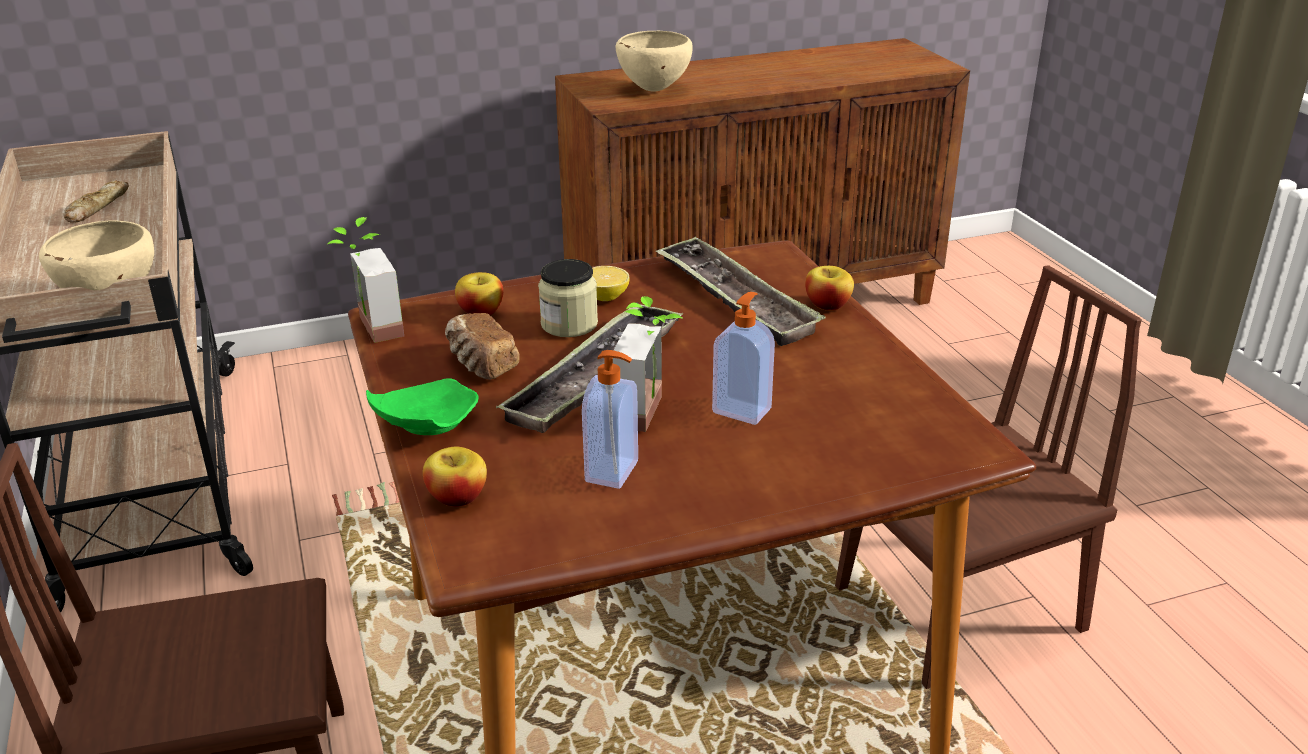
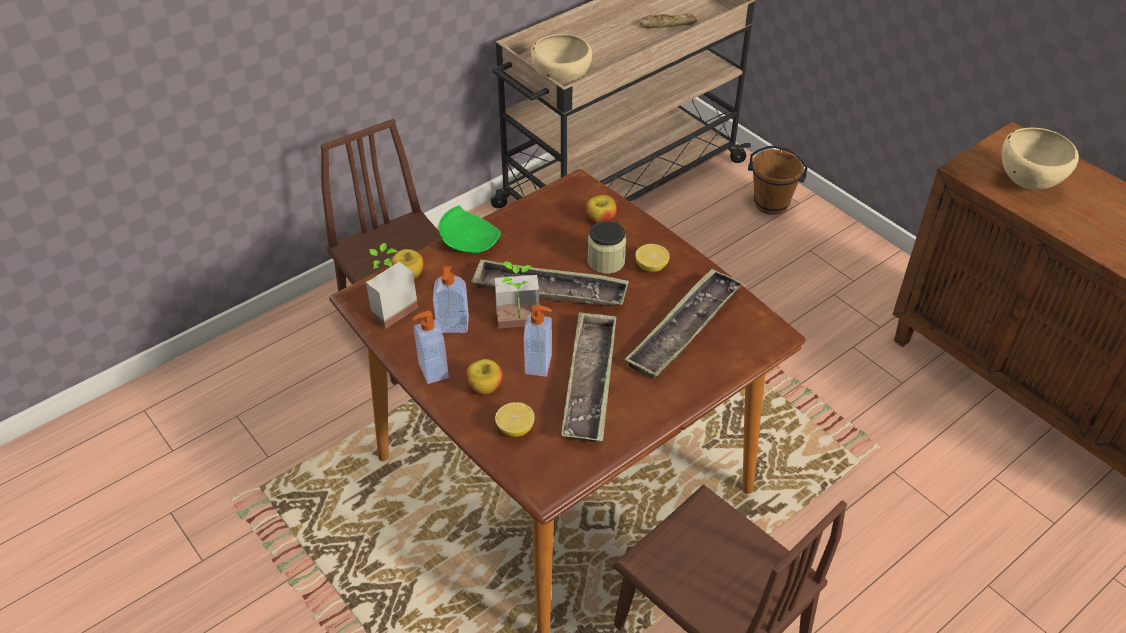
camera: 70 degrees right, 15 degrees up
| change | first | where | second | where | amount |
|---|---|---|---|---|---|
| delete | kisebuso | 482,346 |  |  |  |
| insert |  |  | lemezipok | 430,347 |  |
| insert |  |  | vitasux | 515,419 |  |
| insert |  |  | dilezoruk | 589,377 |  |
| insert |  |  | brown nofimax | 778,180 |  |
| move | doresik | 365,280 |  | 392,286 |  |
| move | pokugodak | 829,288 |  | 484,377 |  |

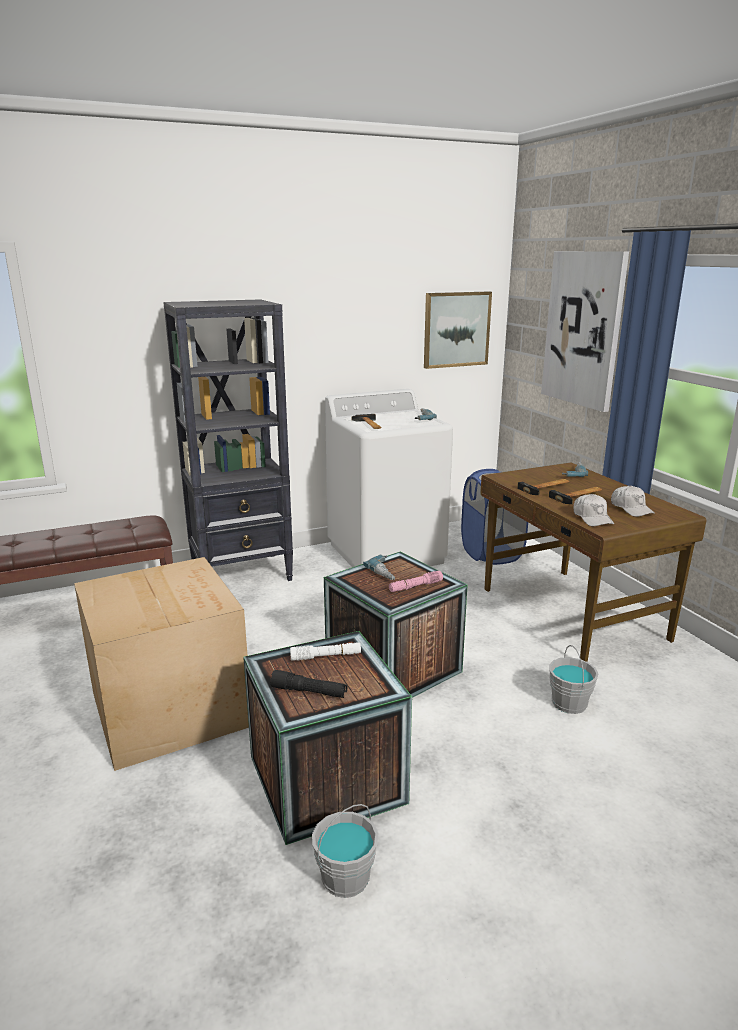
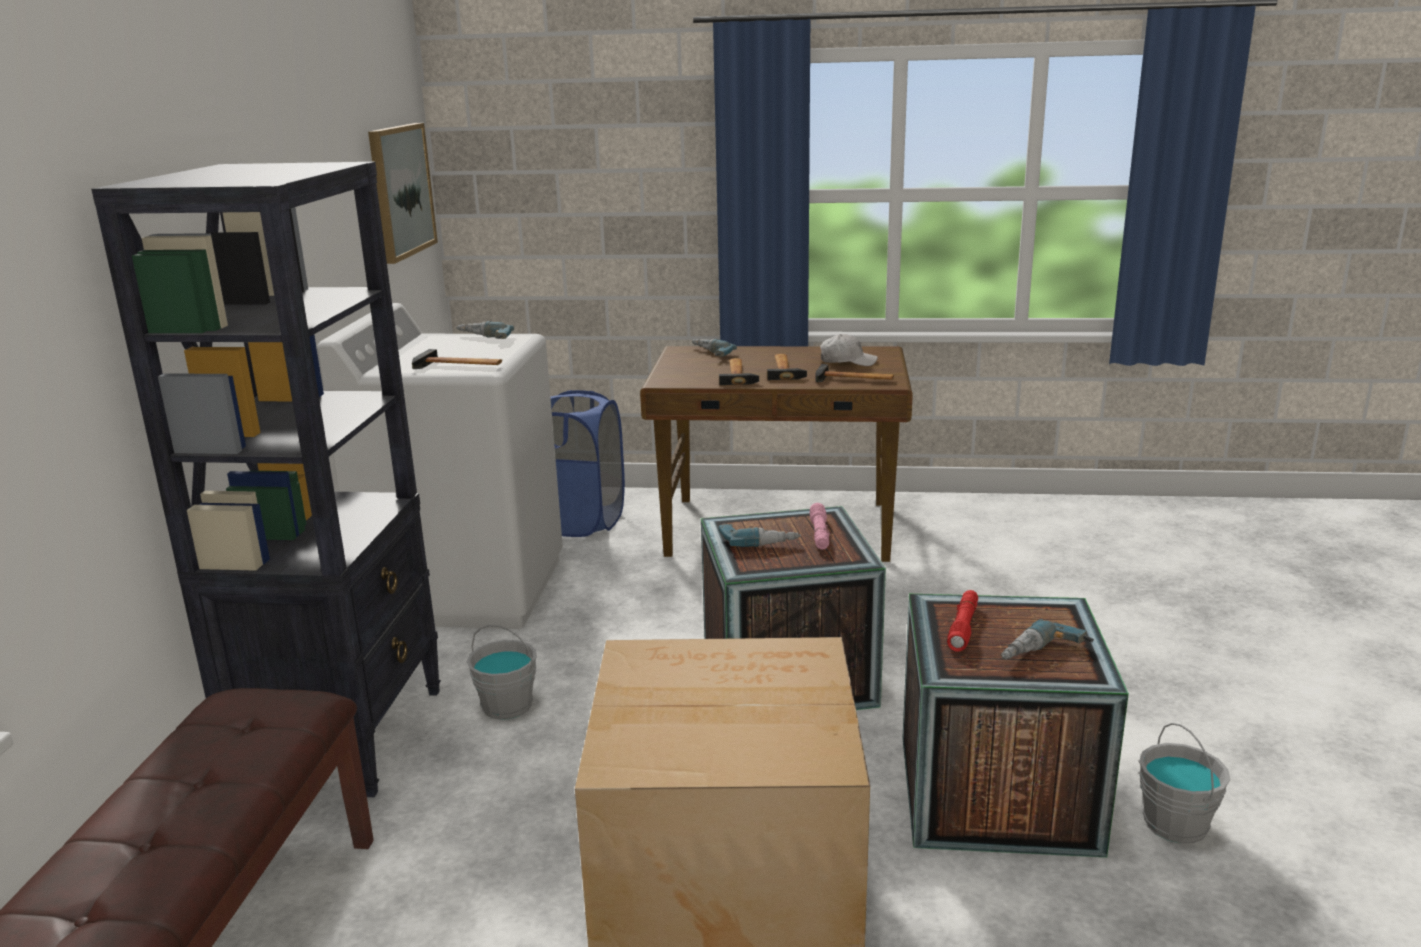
camera: 60 degrees left, 0 degrees up
| change | first | where | second | where | amount |
|---|---|---|---|---|---|
| delete | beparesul | 585,331 |  |  |  |
| move | grey nofimax | 574,679 |  | 502,672 |  |
| replace | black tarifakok | 308,684 | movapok | 1047,639 |  |
| replace | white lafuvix | 593,510 | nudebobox | 855,373 |  |
| recolor | white tarifakok | 325,651 | red tarifakok | 962,621 |  |

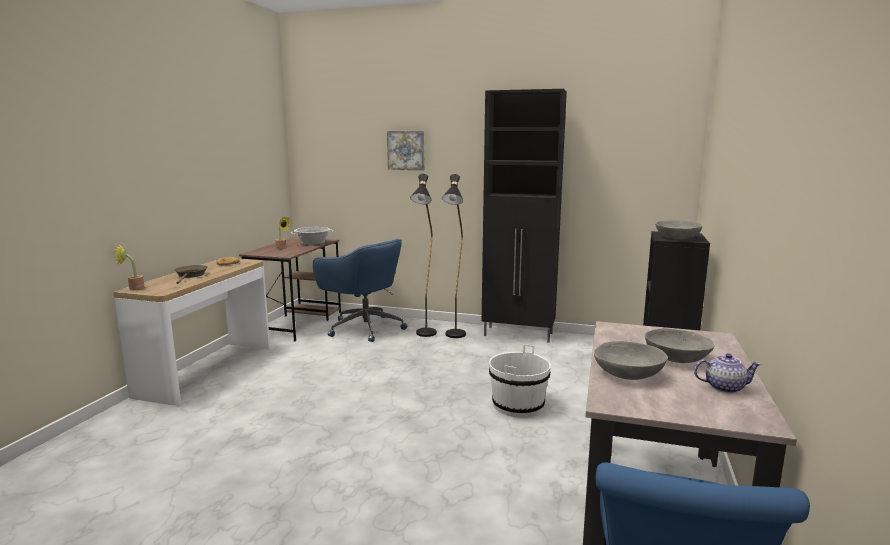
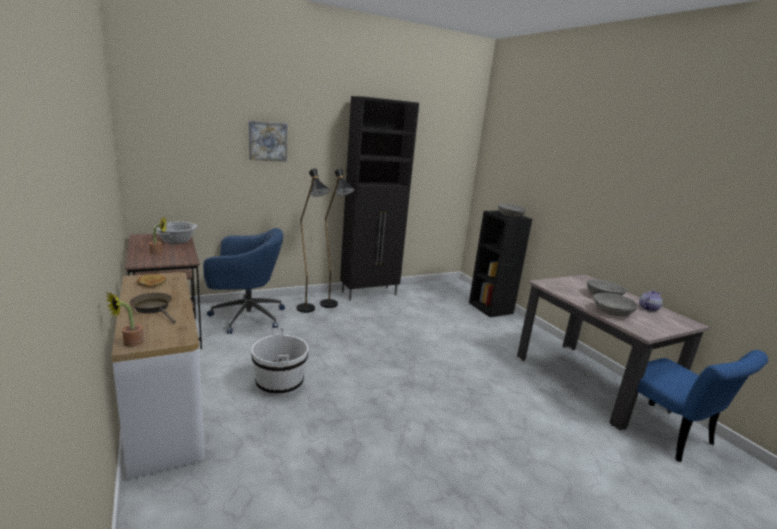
camera: 45 degrees left, 5 degrees up
| change | first | where | second | where | amount |
|---|---|---|---|---|---|
| move | white nofimax | 520,380 |  | 279,362 |  |

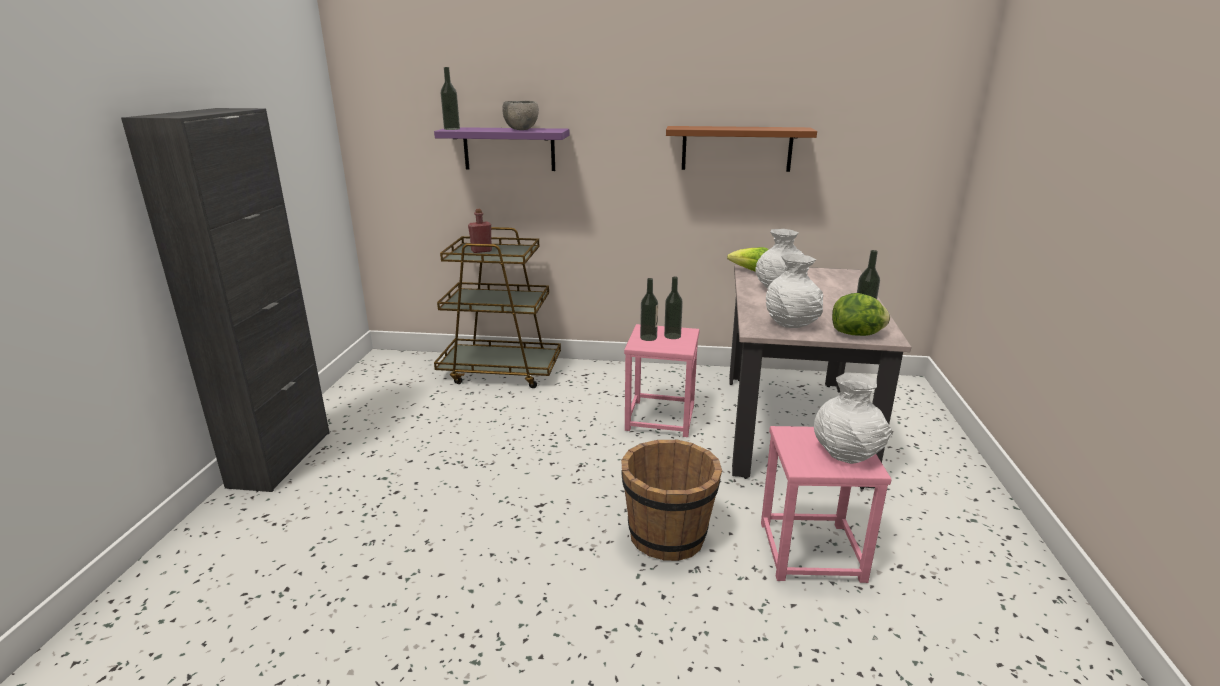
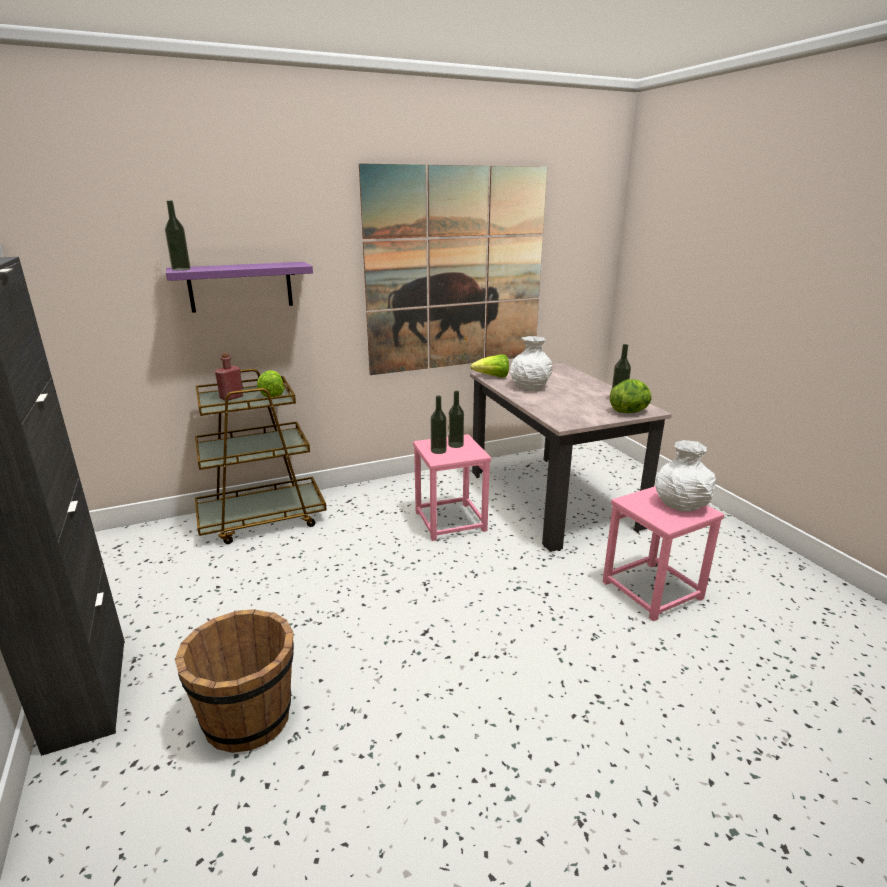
camera: 30 degrees left, 0 degrees up
| change | first | where | second | where | amount |
|---|---|---|---|---|---|
| delete | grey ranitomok | 520,115 |  |  |  |
| delete | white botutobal | 794,291 |  |  |  |
| insert |  |  | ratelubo | 270,383 |  |
| move | brown nofimax | 671,500 |  | 234,681 |  |
| replace | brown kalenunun | 741,149 | beparesul | 453,269 |  |

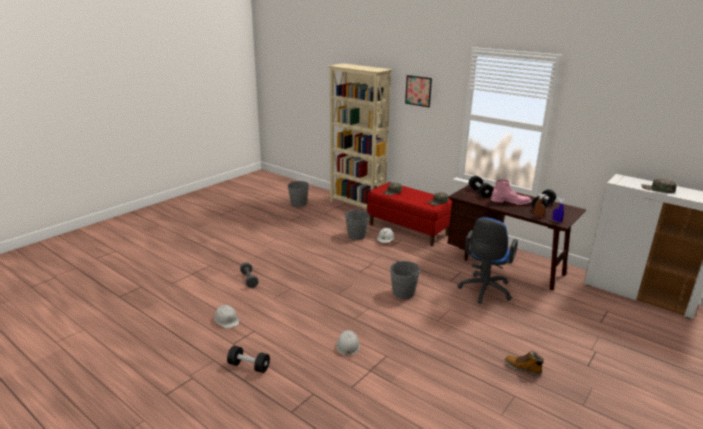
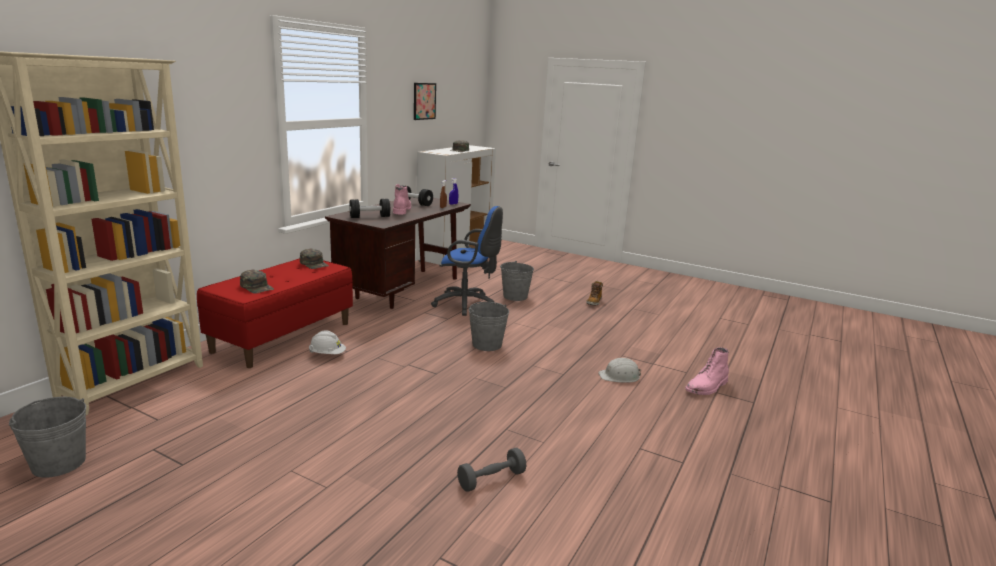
camera: 100 degrees left, 5 degrees down
| change | first | where | second | where | amount |
|---|---|---|---|---|---|
| delete | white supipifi | 226,317 |  |  |  |
| delete | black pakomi | 248,359 |  |  |  |
| insert |  |  | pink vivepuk | 707,371 |  |
| move | grey nofimax | 357,224 |  | 517,281 |  |
| move | beparesul | 418,91 |  | 425,101 |  |

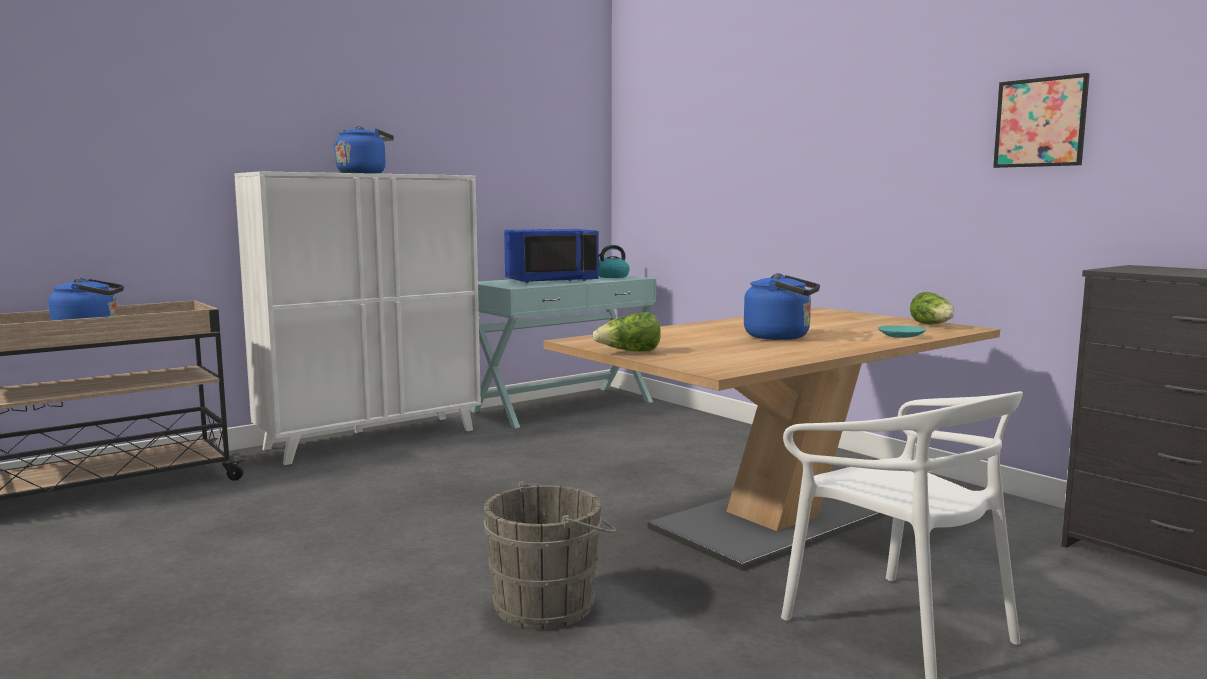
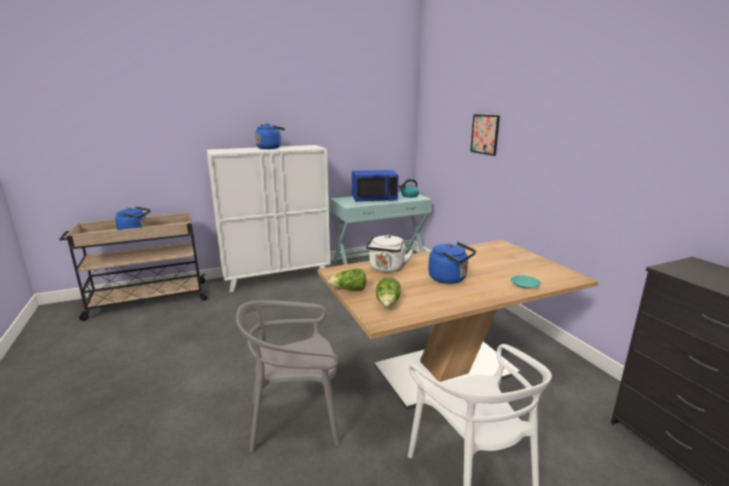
camera: 15 degrees right, 10 degrees up
| change | first | where | second | where | amount |
|---|---|---|---|---|---|
| insert |  |  | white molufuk | 390,254 |  |
| move | ratelubo | 932,308 |  | 388,292 |  |
| move | beparesul | 1041,120 |  | 485,135 |  |
| replace | grey nofimax | 549,555 | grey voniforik | 288,376 |  |

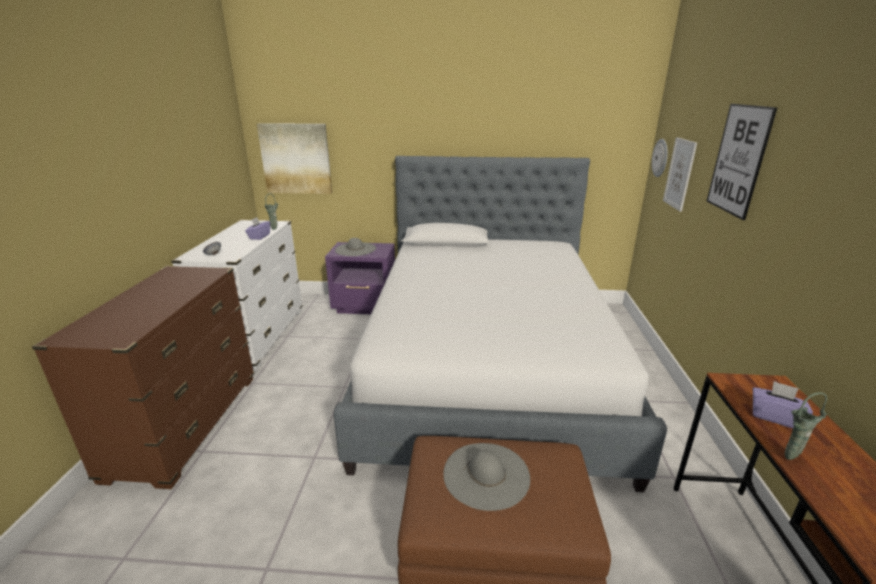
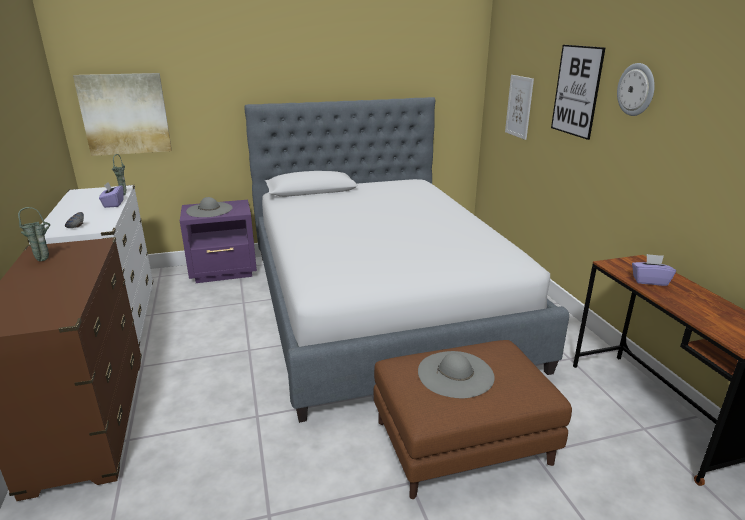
camera: 20 degrees left, 0 degrees up
| change | first | where | second | where | amount |
|---|---|---|---|---|---|
| move | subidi | 660,158 |  | 636,89 |  |
| move | green botutobal | 806,426 |  | 34,234 |  |

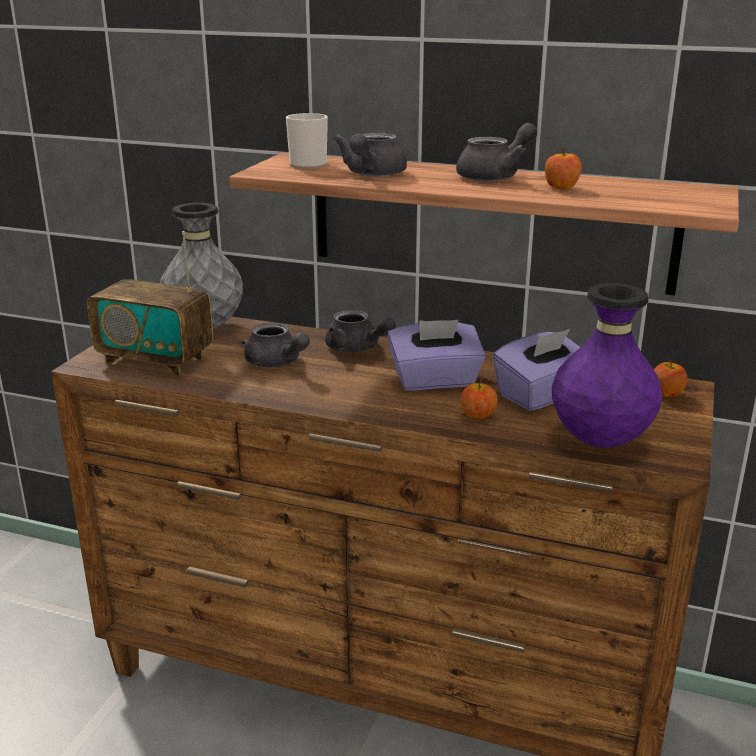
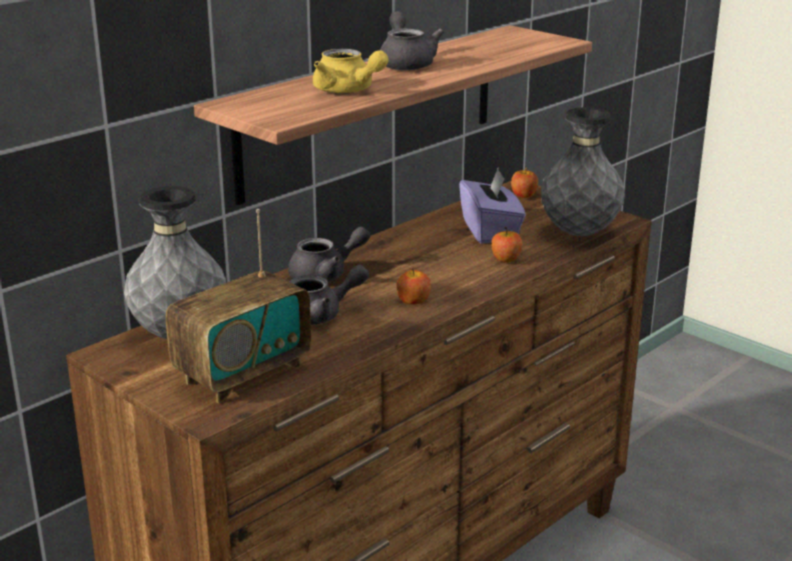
camera: 65 degrees left, 0 degrees up
| change | first | where | second | where | amount |
|---|---|---|---|---|---|
| delete | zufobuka | 307,141 |  |  |  |
| delete | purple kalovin | 436,355 |  |  |  |
| move | pokugodak | 563,168 |  | 413,286 |  |
| recolor | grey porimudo | 370,155 | yellow porimudo | 351,71 |  |
| recolor | purple botutobal | 607,365 | grey botutobal | 583,171 |  |

